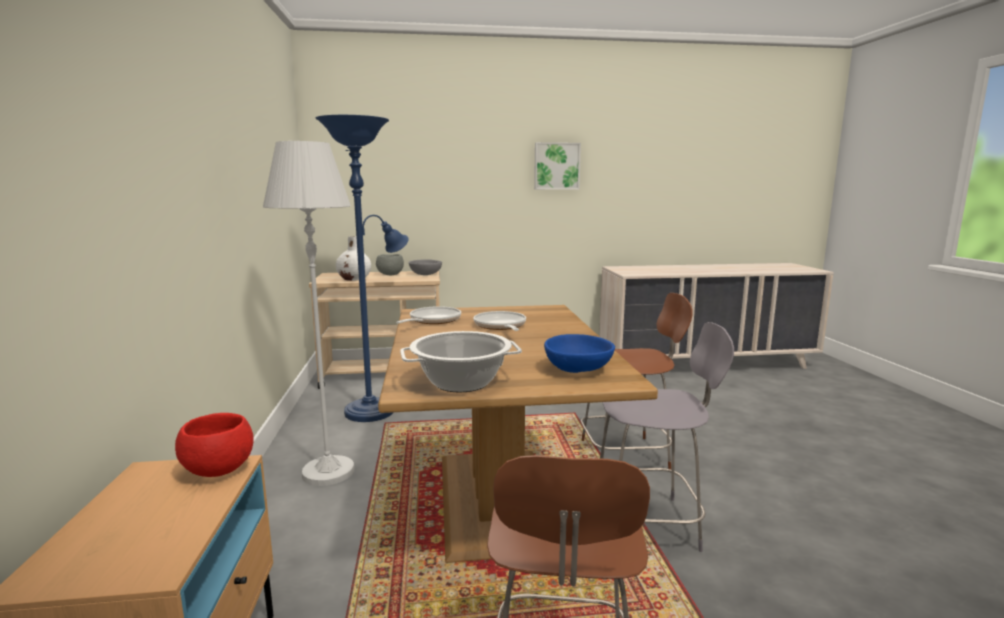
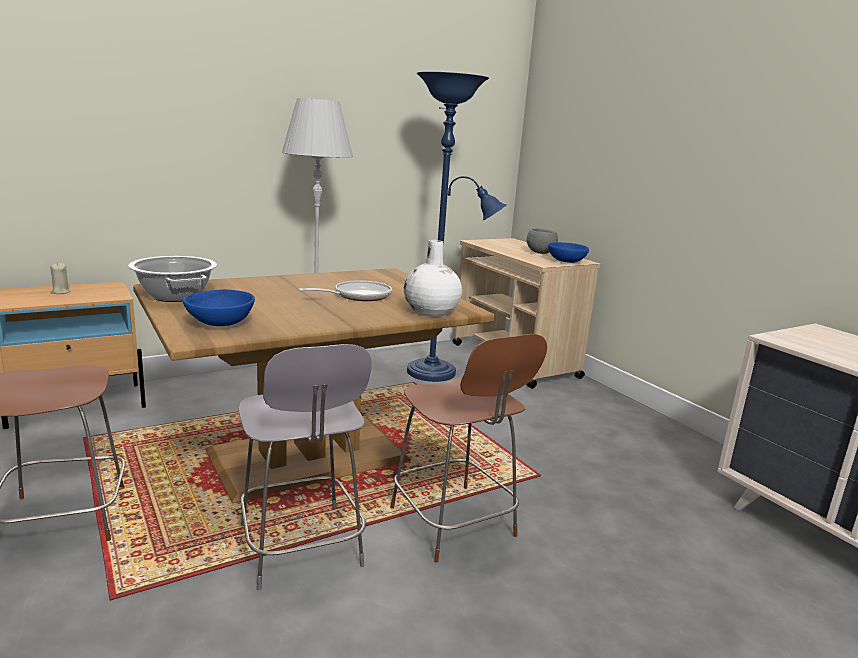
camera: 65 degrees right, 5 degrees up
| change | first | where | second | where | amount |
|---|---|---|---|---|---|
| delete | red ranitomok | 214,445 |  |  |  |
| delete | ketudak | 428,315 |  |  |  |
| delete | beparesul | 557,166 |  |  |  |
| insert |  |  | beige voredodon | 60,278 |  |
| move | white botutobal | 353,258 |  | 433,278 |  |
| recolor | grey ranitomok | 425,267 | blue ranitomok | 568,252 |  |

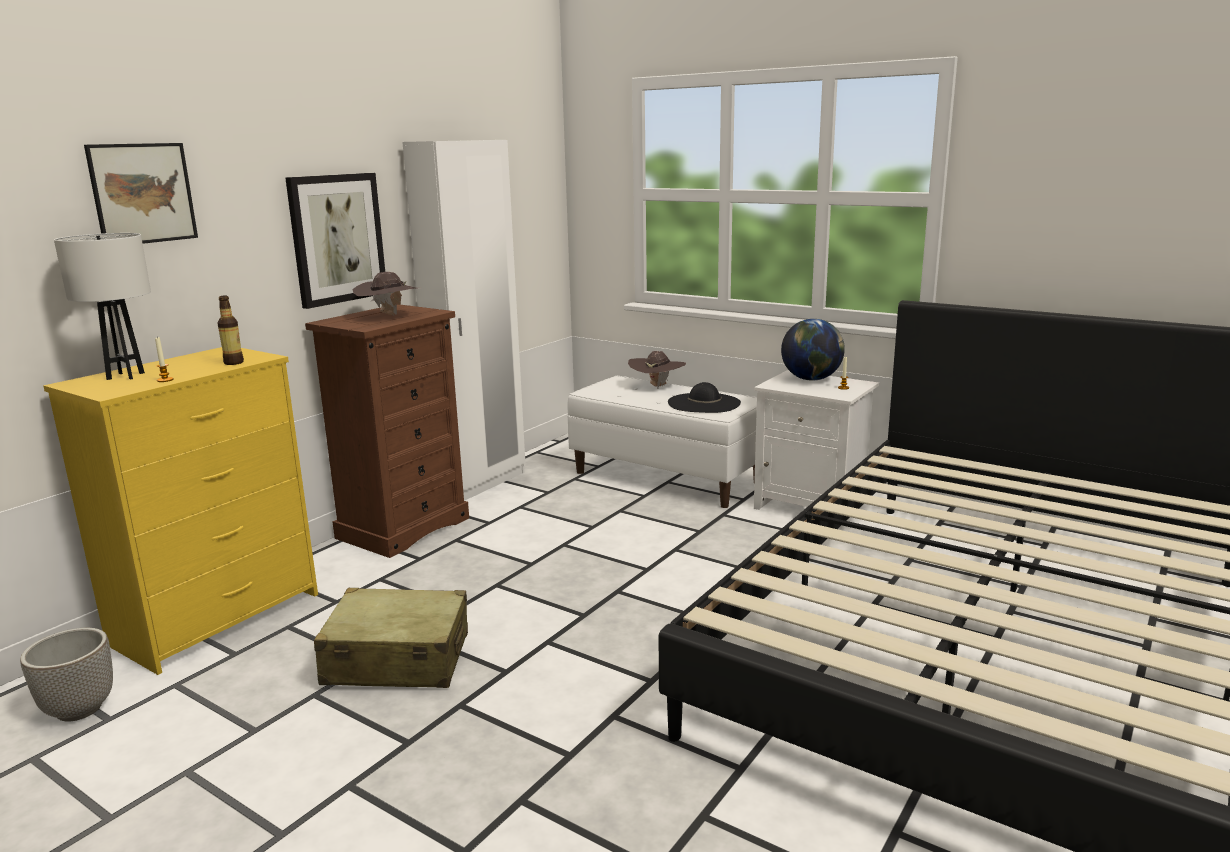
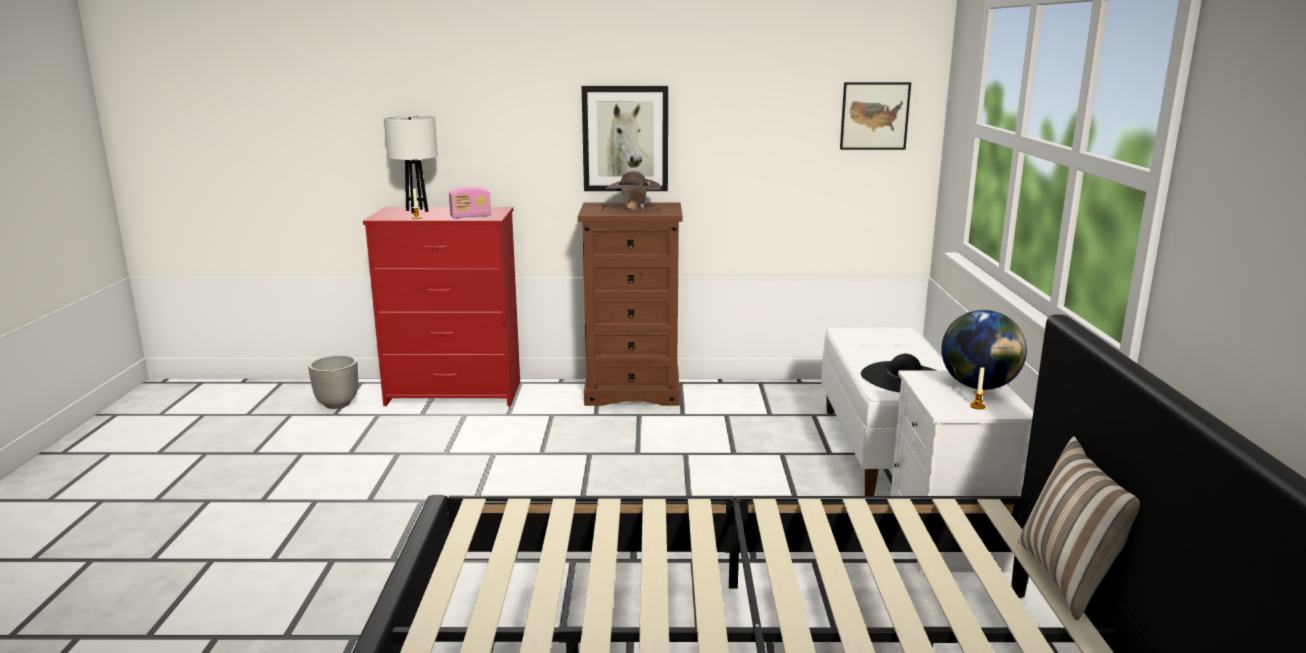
camera: 55 degrees right, 0 degrees up
| change | first | where | second | where | amount |
|---|---|---|---|---|---|
| delete | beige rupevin | 391,637 |  |  |  |
| delete | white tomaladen | 463,320 |  |  |  |
| delete | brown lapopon | 657,370 |  |  |  |
| insert |  |  | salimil | 1079,528 |  |
| move | beparesul | 141,193 |  | 875,116 |  |
| replace | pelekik | 231,330 | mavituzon | 470,203 |  |
| recolor | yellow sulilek | 180,511 | red sulilek | 441,306 |  |

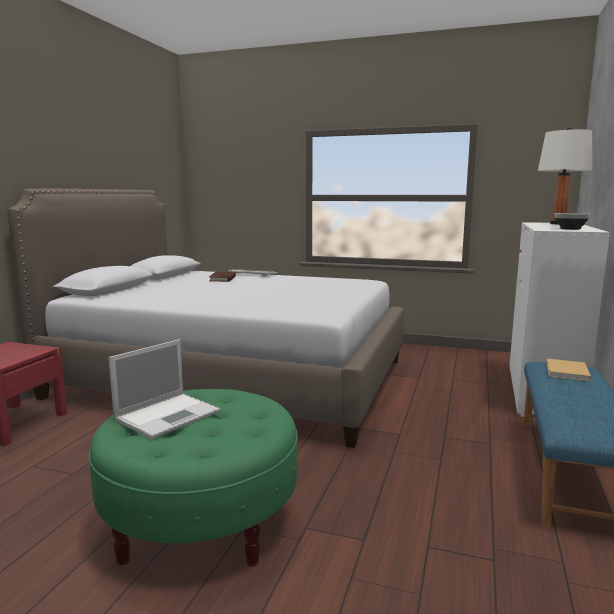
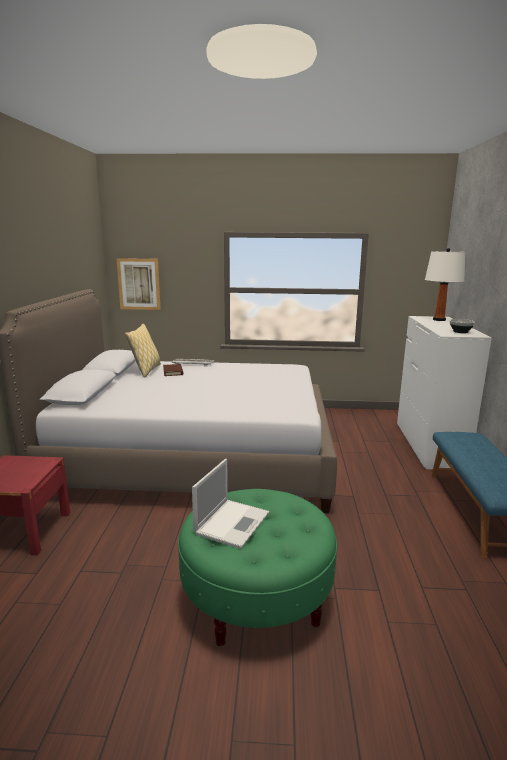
camera: 15 degrees left, 5 degrees up
| change | first | where | second | where | amount |
|---|---|---|---|---|---|
| delete | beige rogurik | 568,370 |  |  |  |
| insert |  |  | beparesul | 138,284 |  |
| insert |  |  | salimil | 143,351 |  |

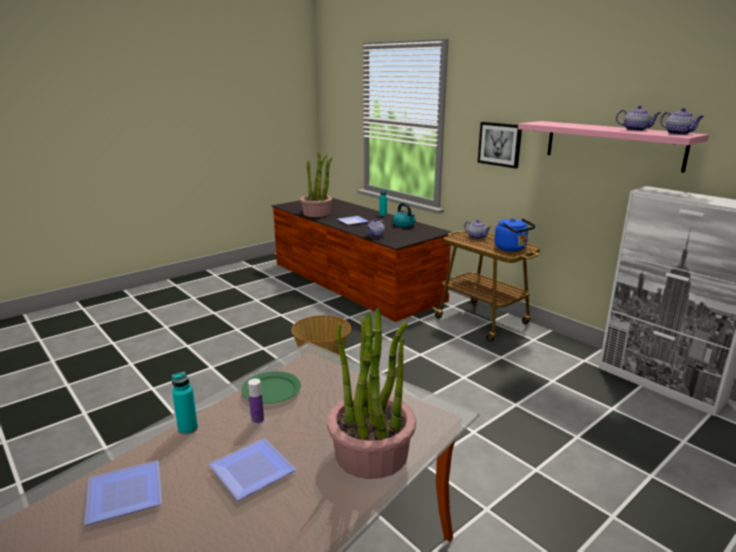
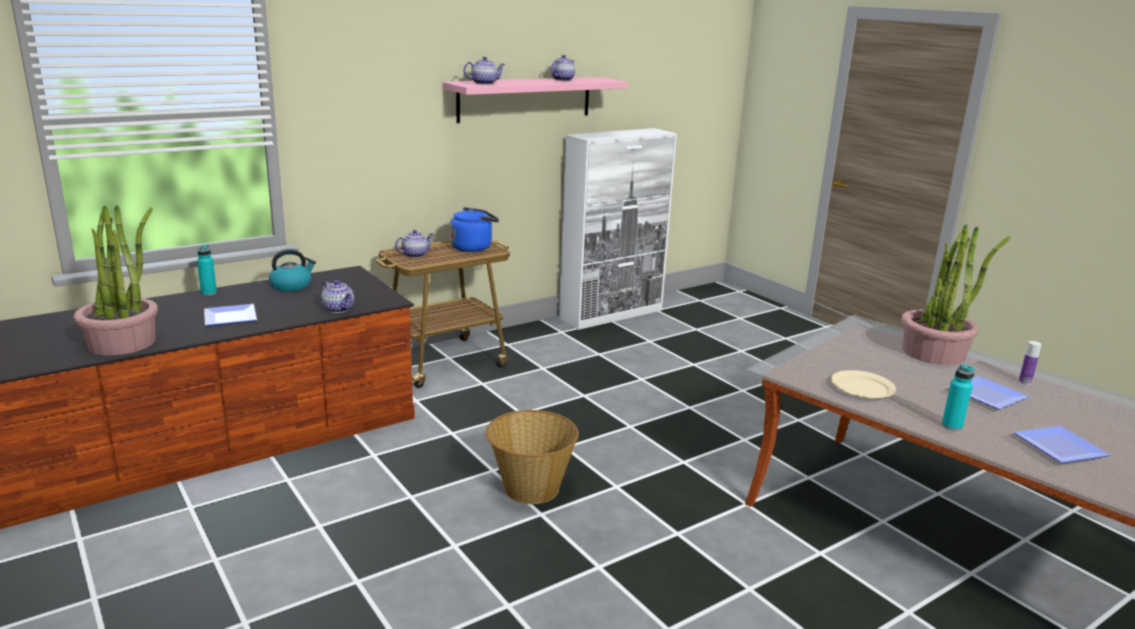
camera: 85 degrees left, 0 degrees up
| change | first | where | second | where | amount |
|---|---|---|---|---|---|
| delete | beparesul | 500,145 |  |  |  |
| move | pelekik | 256,401 |  | 1030,363 |  |
| move | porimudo | 682,121 |  | 484,71 |  |
| recolor | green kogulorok | 271,387 | beige kogulorok | 863,384 |  |

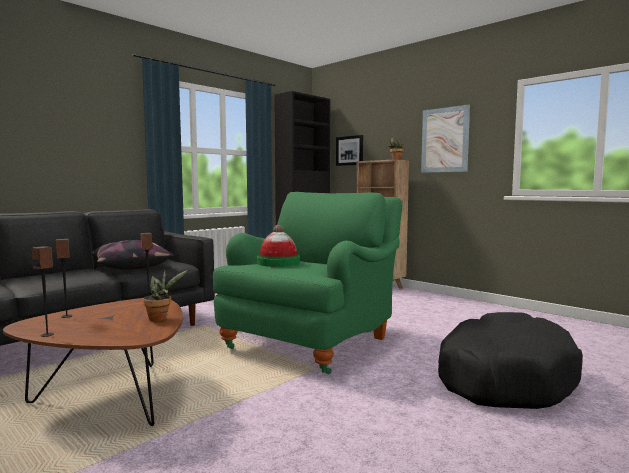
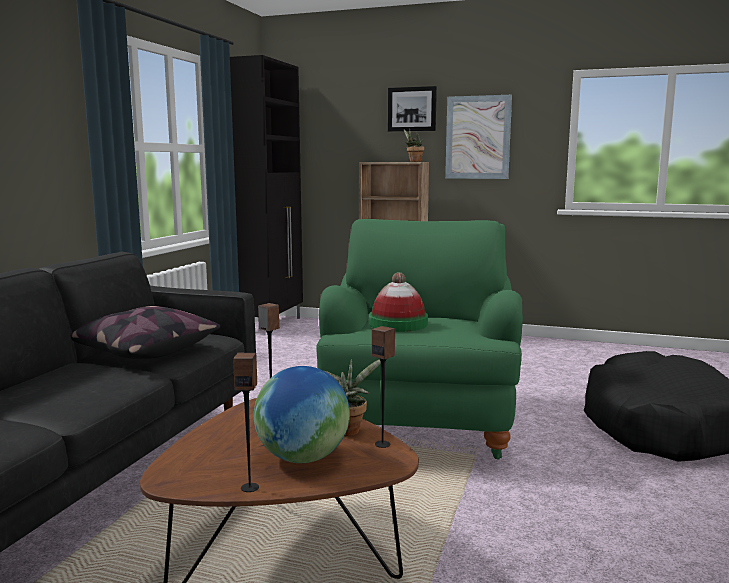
camera: 25 degrees left, 5 degrees up
| change | first | where | second | where | amount |
|---|---|---|---|---|---|
| insert |  |  | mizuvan | 302,414 |  |
| move | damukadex | 64,278 |  | 383,387 |  |
| move | beparesul | 349,150 |  | 412,109 |  |

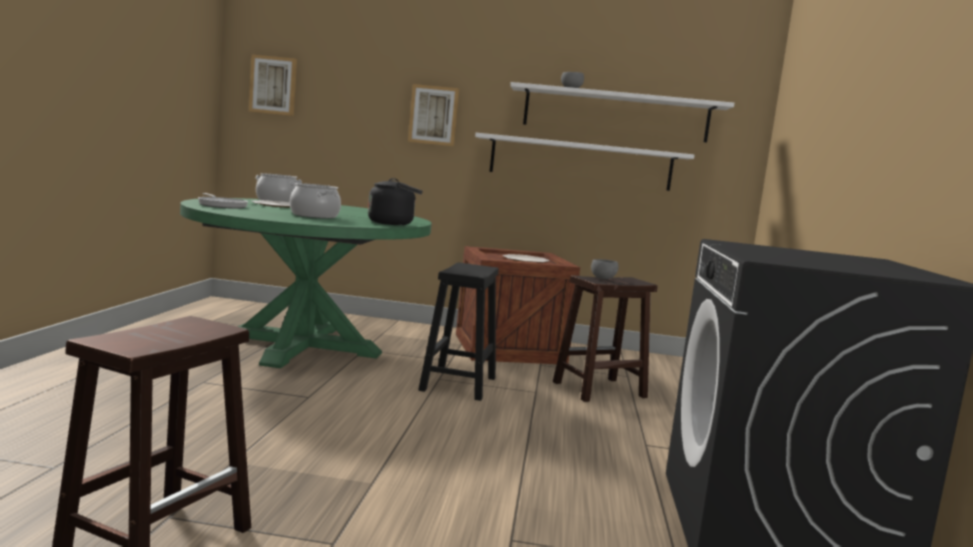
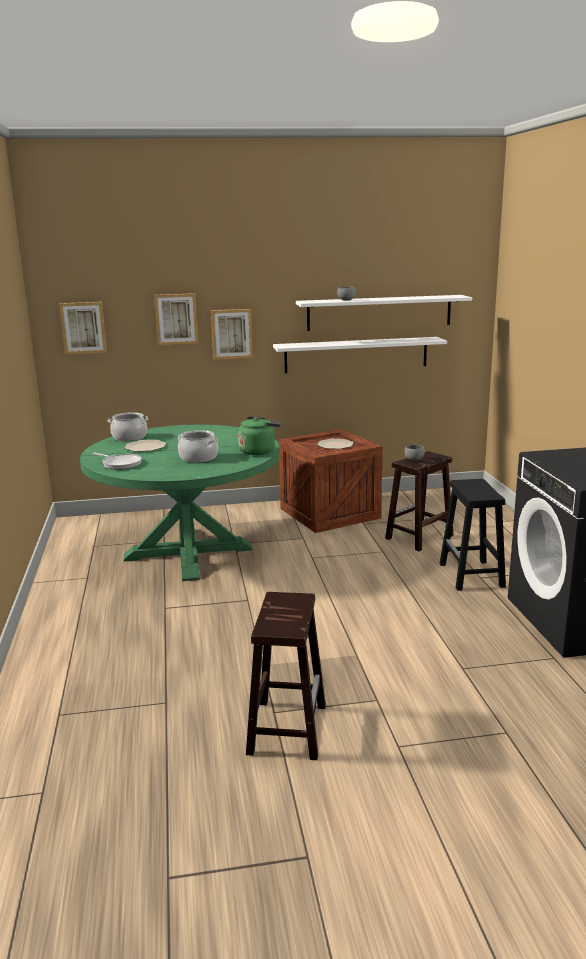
camera: 15 degrees left, 10 degrees up
| change | first | where | second | where | amount |
|---|---|---|---|---|---|
| insert |  |  | beparesul | 176,319 |  |
| move | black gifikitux | 458,332 |  | 472,535 |  |
| recolor | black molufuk | 395,201 | green molufuk | 259,435 |  |

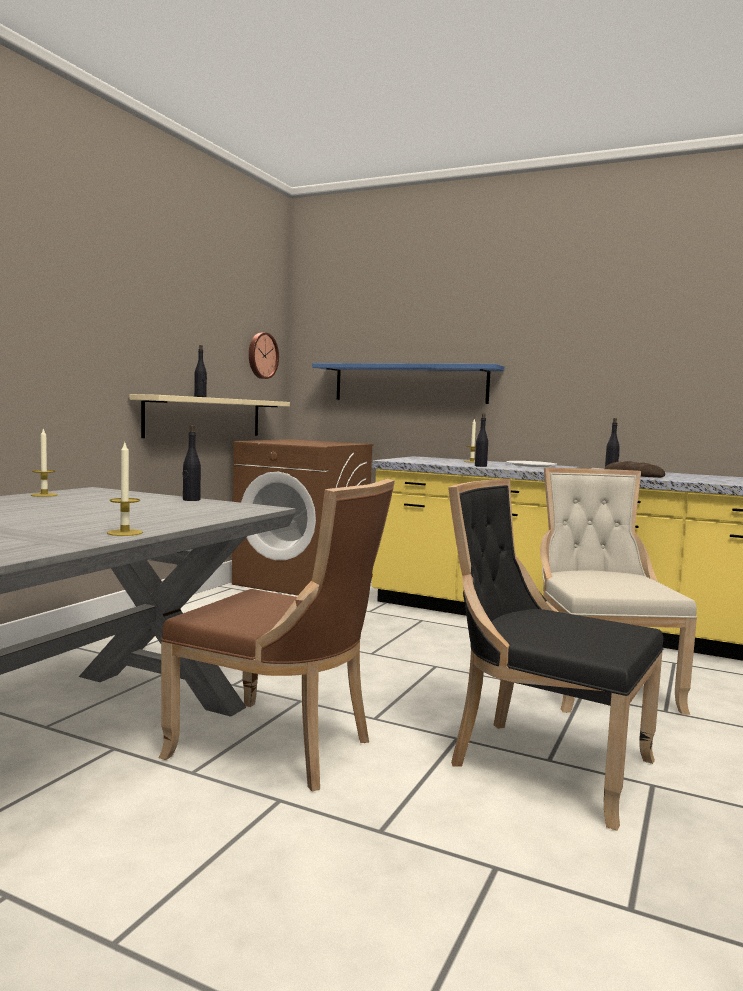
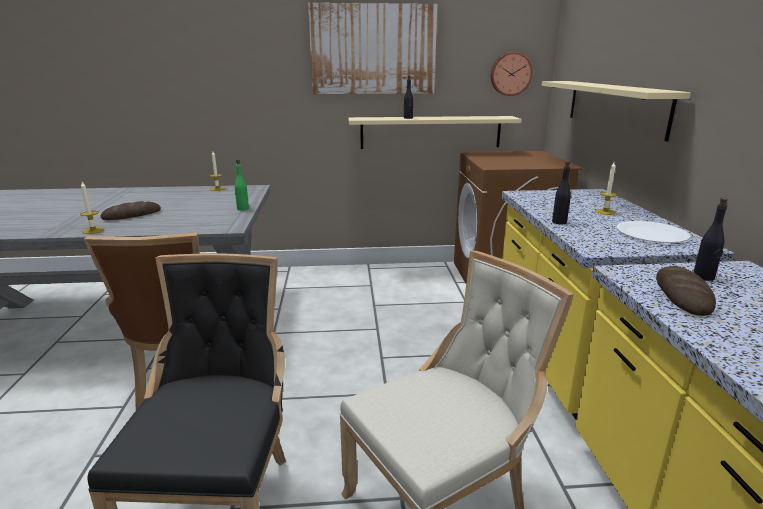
camera: 60 degrees right, 15 degrees up
| change | first | where | second | where | amount |
|---|---|---|---|---|---|
| insert |  |  | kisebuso | 131,210 |  |
| insert |  |  | beparesul | 373,48 |  |
| recolor | black pelekik | 191,463 | green pelekik | 242,185 |  |
| recolor | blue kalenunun | 408,383 | beige kalenunun | 616,111 |  |

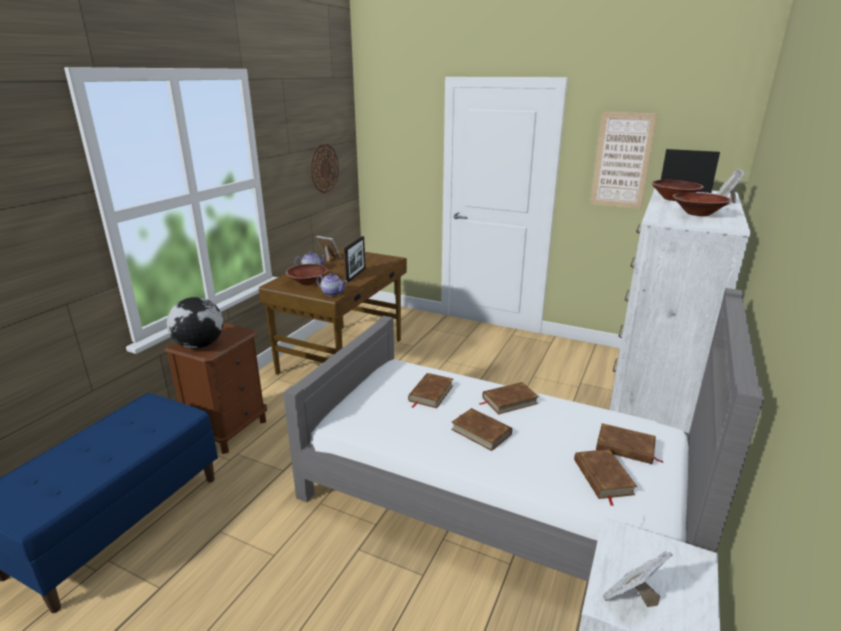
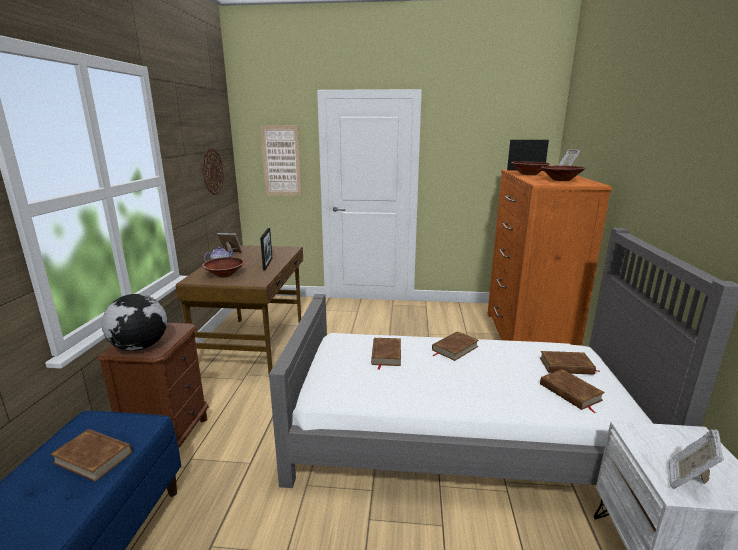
camera: 20 degrees left, 5 degrees down
| change | first | where | second | where | amount |
|---|---|---|---|---|---|
| delete | porimudo | 331,284 |  |  |  |
| move | brown rogurik | 481,429 |  | 91,455 |  |
| move | beparesul | 624,160 |  | 281,160 |  |
| recolor | white sulilek | 680,311 | orange sulilek | 549,258 |  |

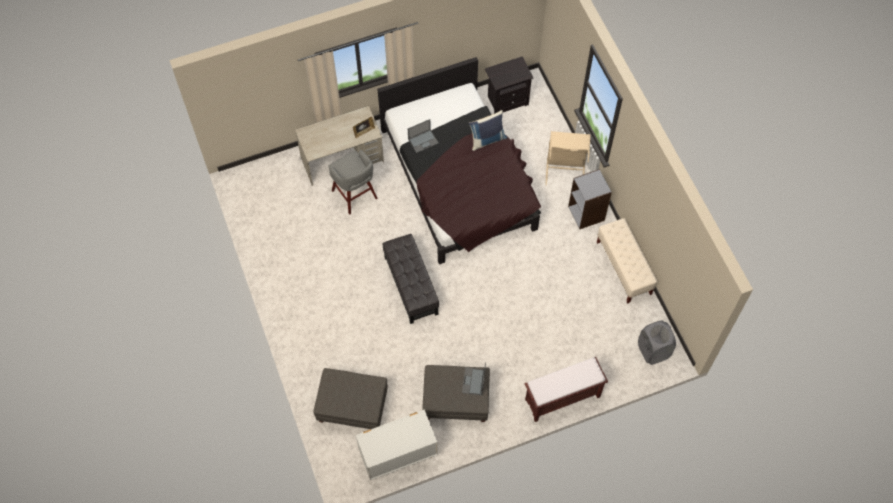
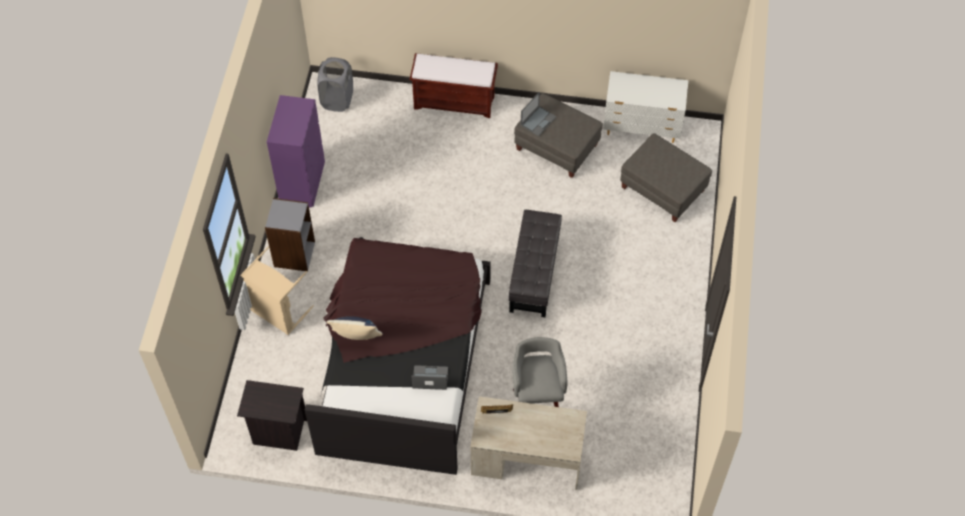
camera: 150 degrees left, 5 degrees down
| change | first | where | second | where | amount |
|---|---|---|---|---|---|
| replace | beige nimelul | 627,261 | purple sulilek | 296,151 |  |

